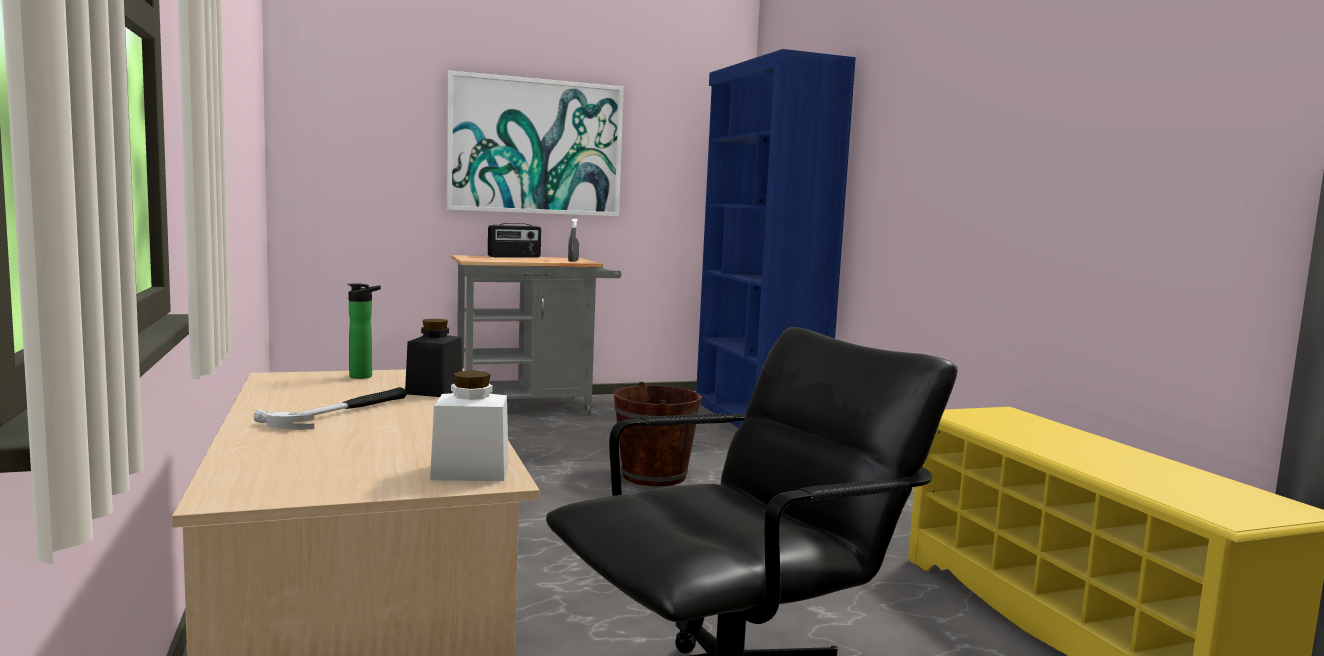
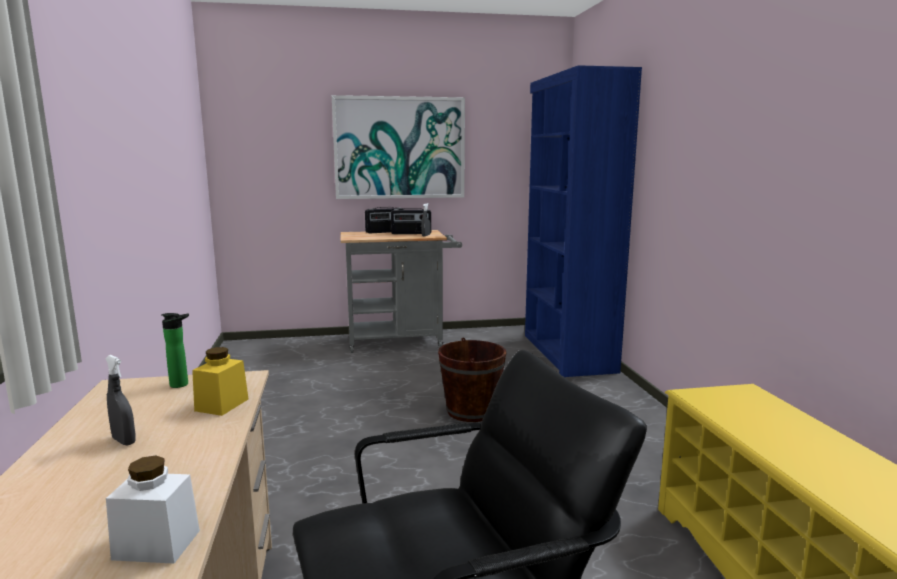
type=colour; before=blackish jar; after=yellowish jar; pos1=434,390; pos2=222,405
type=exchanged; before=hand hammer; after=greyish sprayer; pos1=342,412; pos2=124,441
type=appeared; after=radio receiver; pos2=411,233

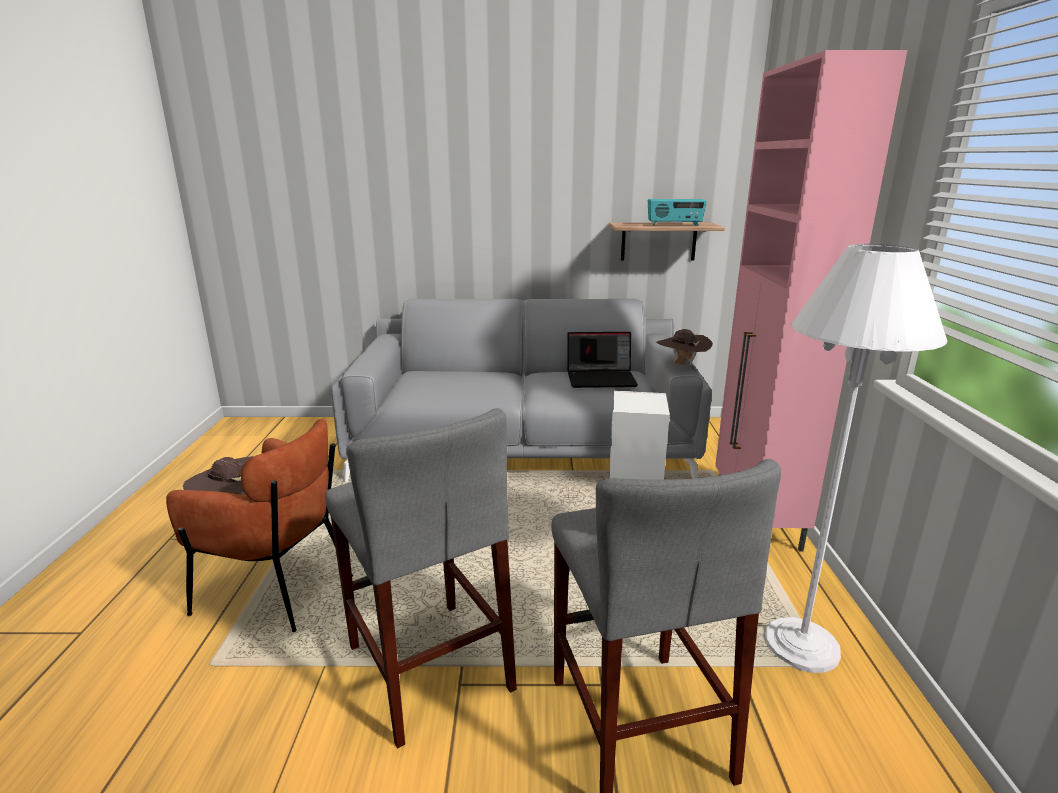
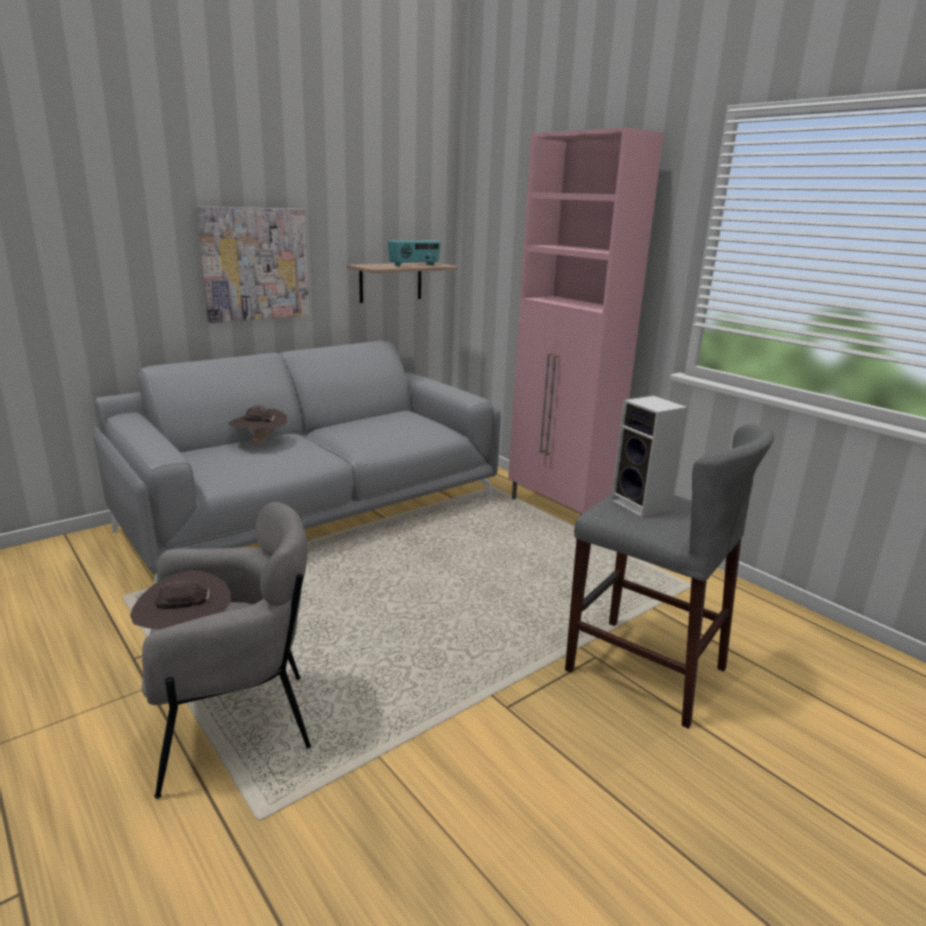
type=missing; before=white-coloured standing lamp; pos1=801,645
type=relocated; before=brown-coloured clothing hat; pos1=681,364; pos2=259,443
type=missing; before=portable computer; pos1=602,378
type=missing; before=greyish stool seat; pos1=429,666
type=colour; before=brown-coloured lounge chair; after=greyish lounge chair; pos1=280,590; pos2=235,724
type=appeared; after=wall art; pos2=255,264

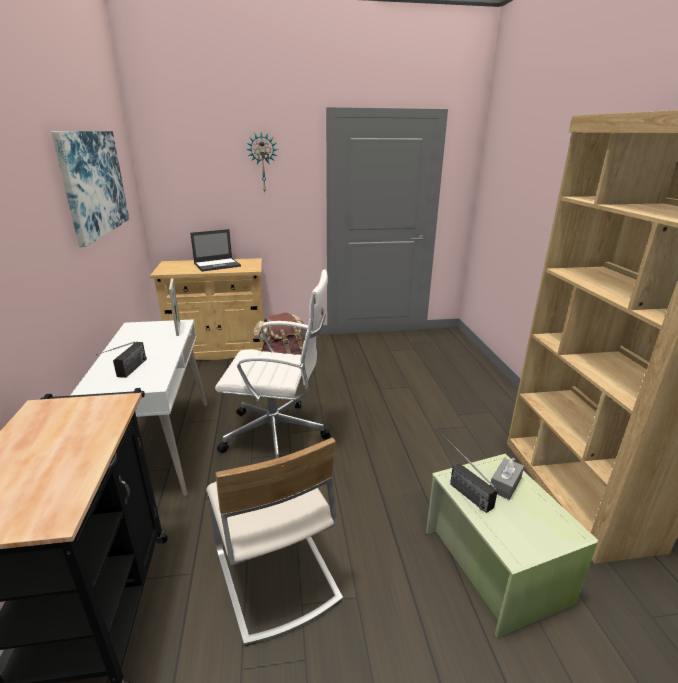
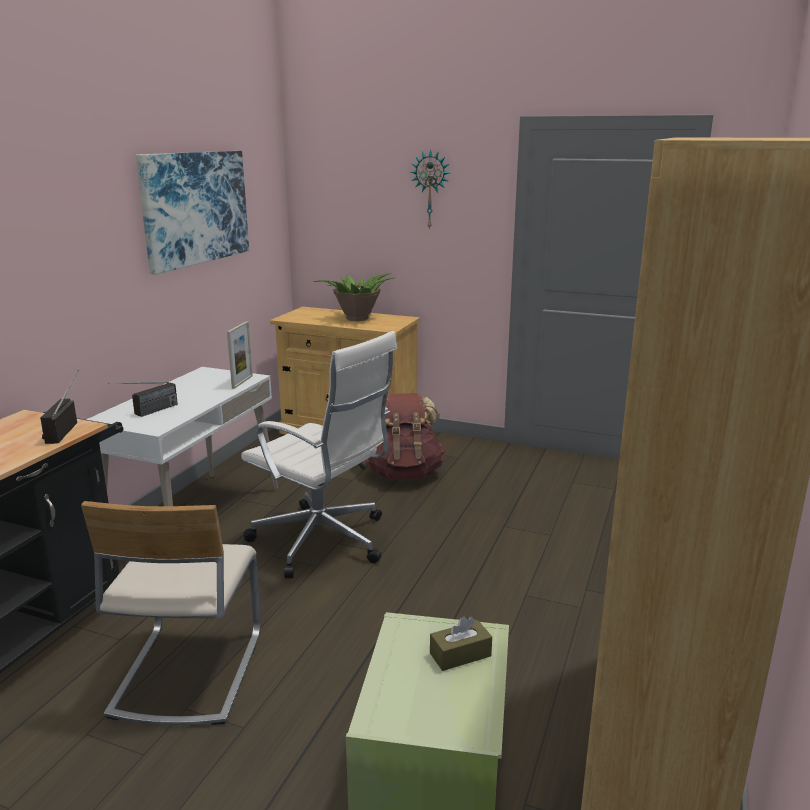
type=exchanged; before=portable computer; after=potted plant; pos1=218,265; pos2=356,318
type=relocated; before=radio receiver; pos1=460,488; pos2=65,427
type=colour; before=greyish tissue box; after=brown-coloured tissue box; pos1=505,484; pos2=460,655

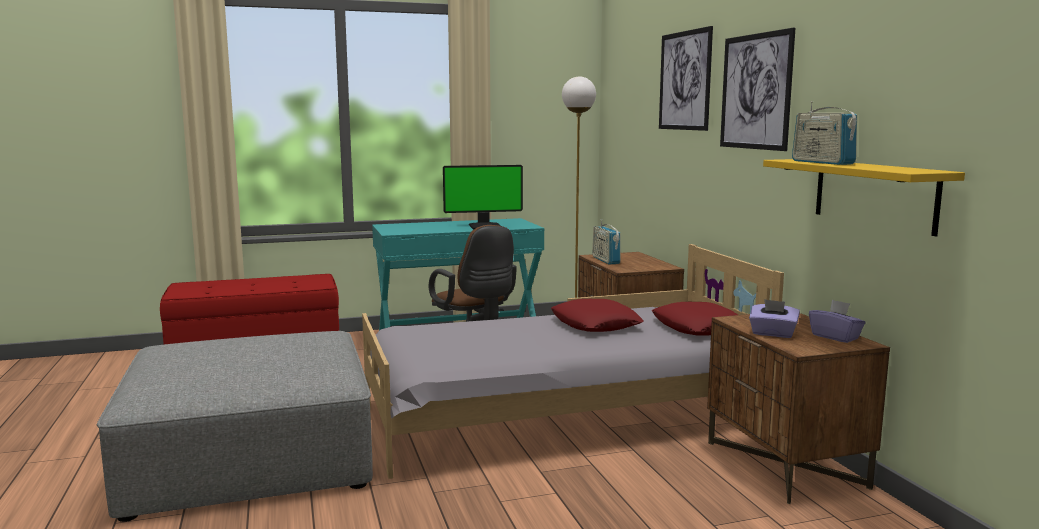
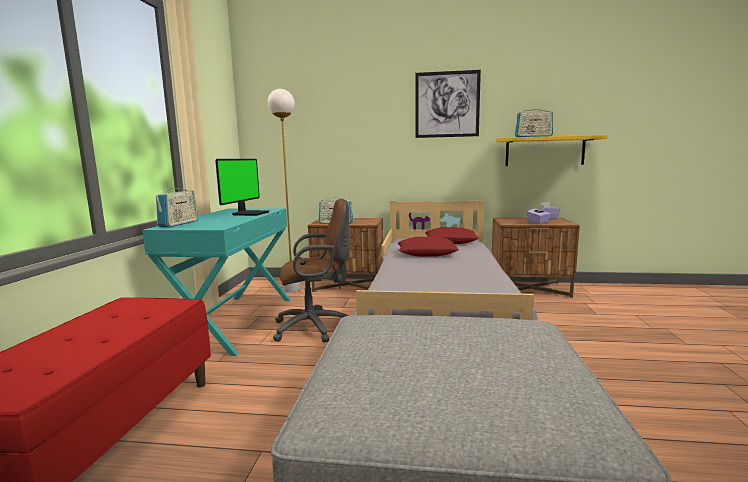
type=missing; before=wall art; pos1=684,81
type=appeared; after=radio receiver; pos2=179,224

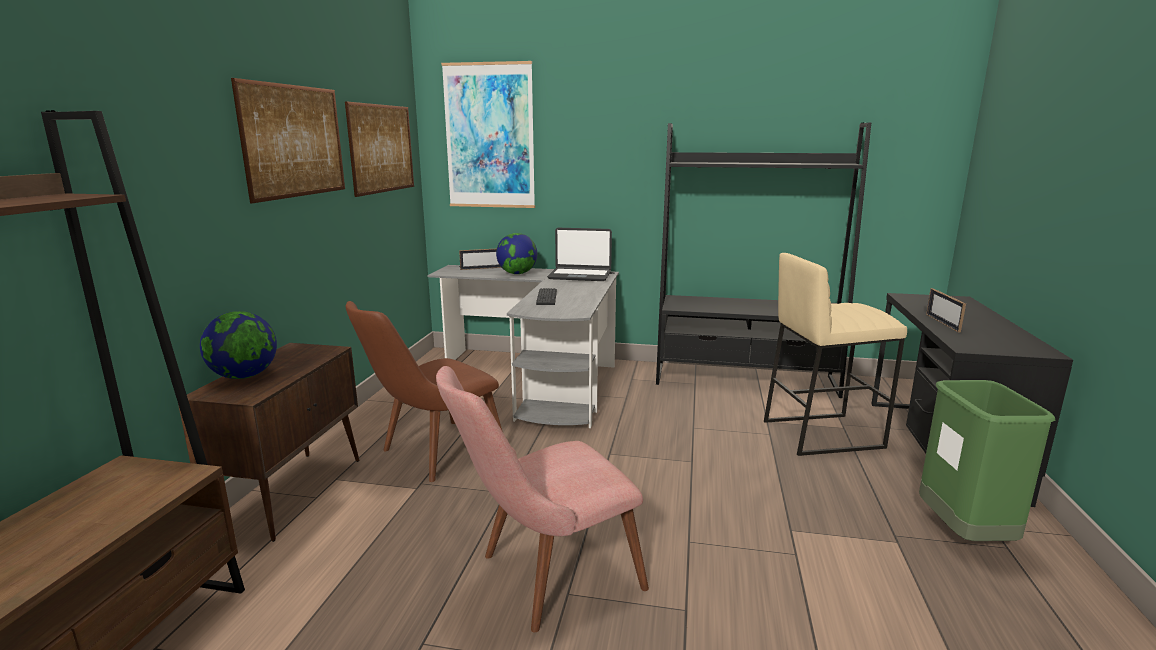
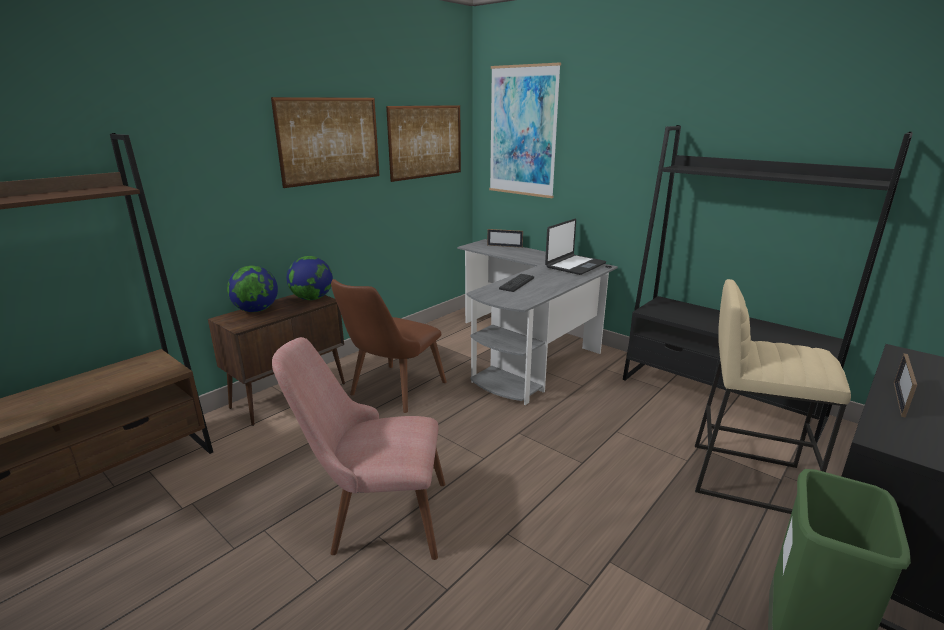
type=spun; before=portable computer; pos1=580,275; pos2=575,265; turn=-90
type=relocated; before=globe; pos1=517,273; pos2=312,298
type=spun; before=brown-coloured upright chair; pos1=431,455; pos2=391,393; turn=-45

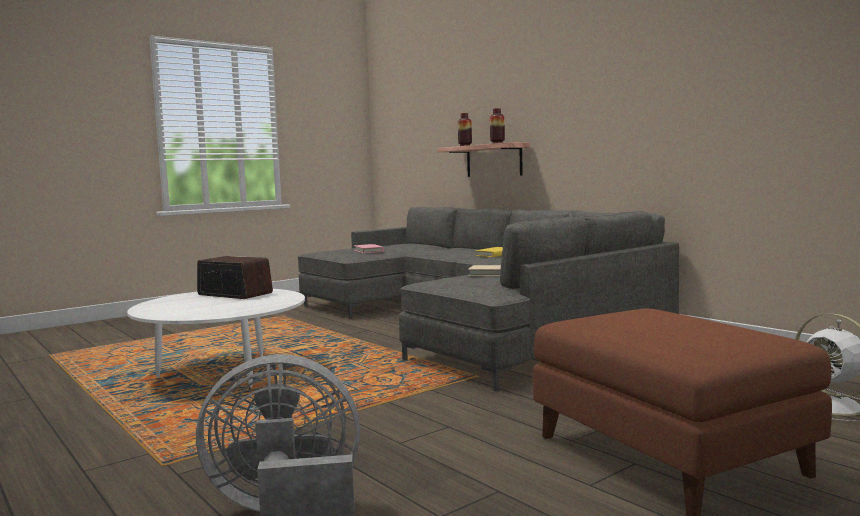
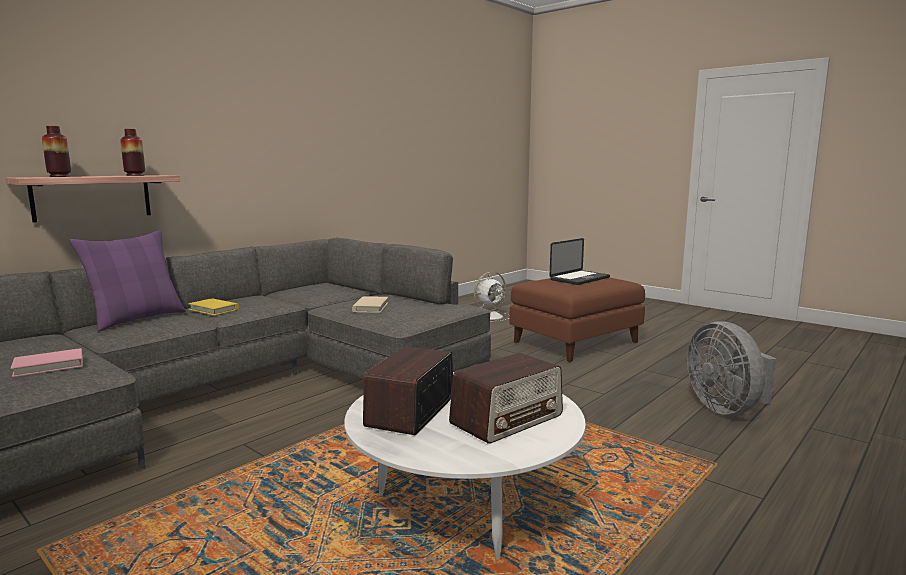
type=appeared; after=purple-coloured cushion; pos2=136,319
type=appeared; after=portable computer; pos2=580,279
type=appeared; after=radio receiver; pos2=507,419

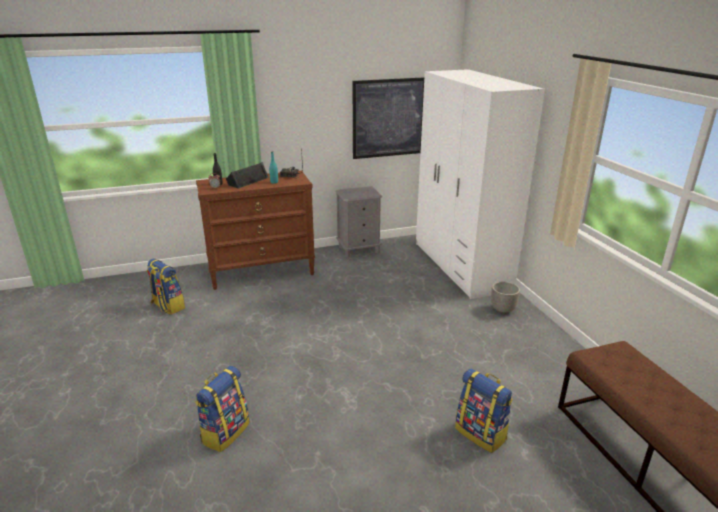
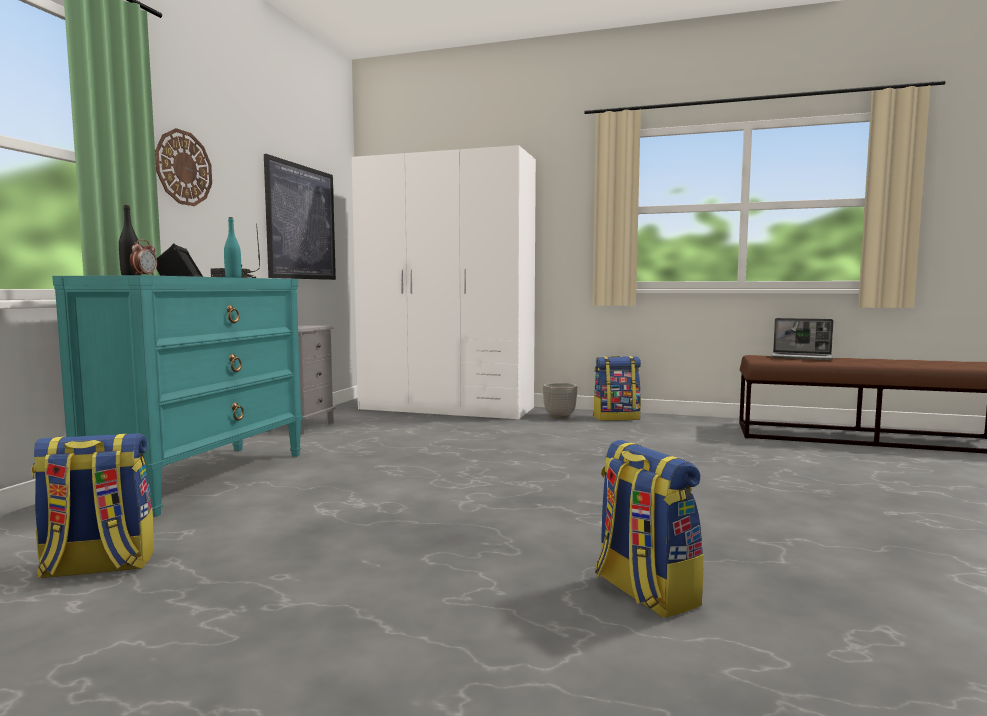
type=colour; before=brown-coloured chest of drawers; after=turquoise chest of drawers; pos1=262,272; pos2=203,477
type=relocated; before=knapsack; pos1=481,434; pos2=616,418
type=appeared; after=clock on the wall; pos2=183,168
type=appeared; after=portable computer; pos2=802,357

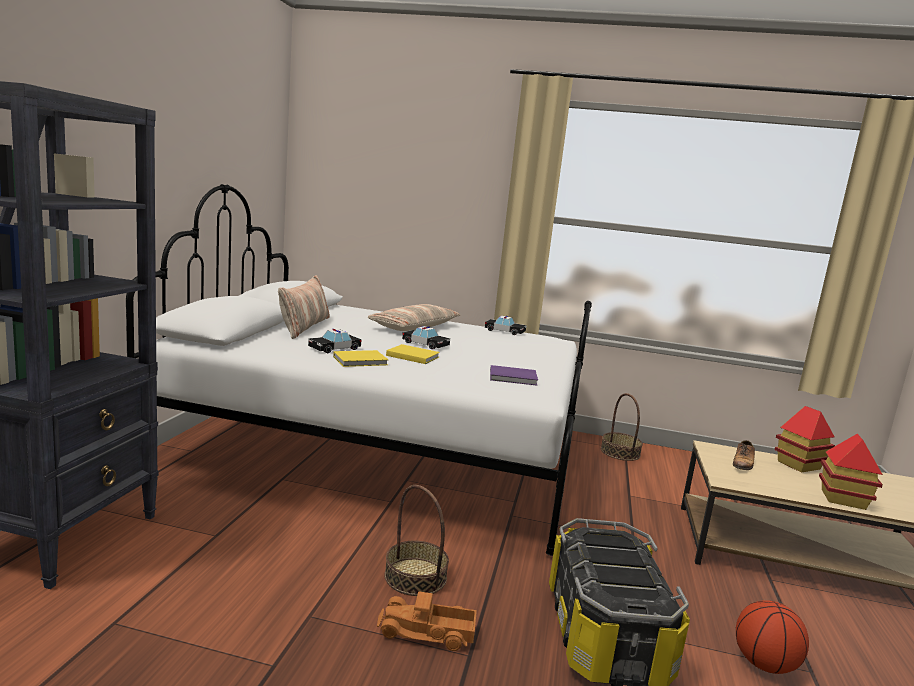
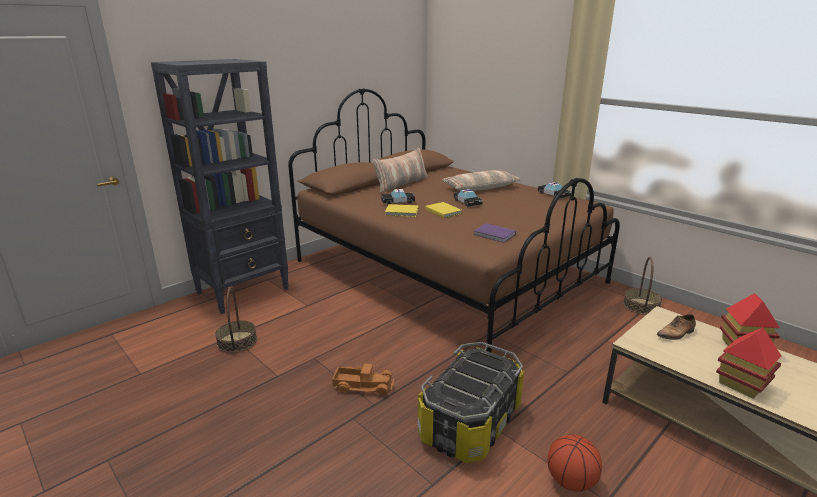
type=colour; before=white-coloured bed; after=brown-coloured bed; pos1=382,448; pos2=446,272
type=relocated; before=storage basket; pos1=416,576; pos2=237,341
type=spun; before=toy truck; pos1=426,633; pos2=363,385; turn=150

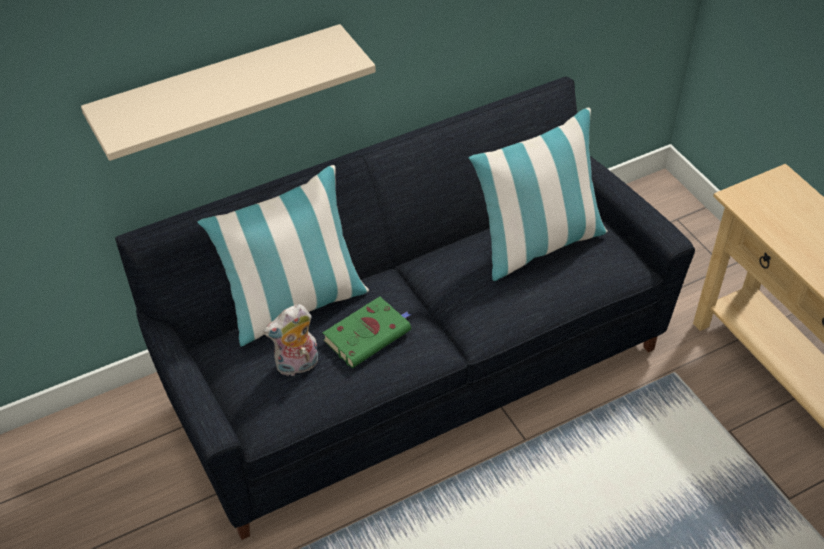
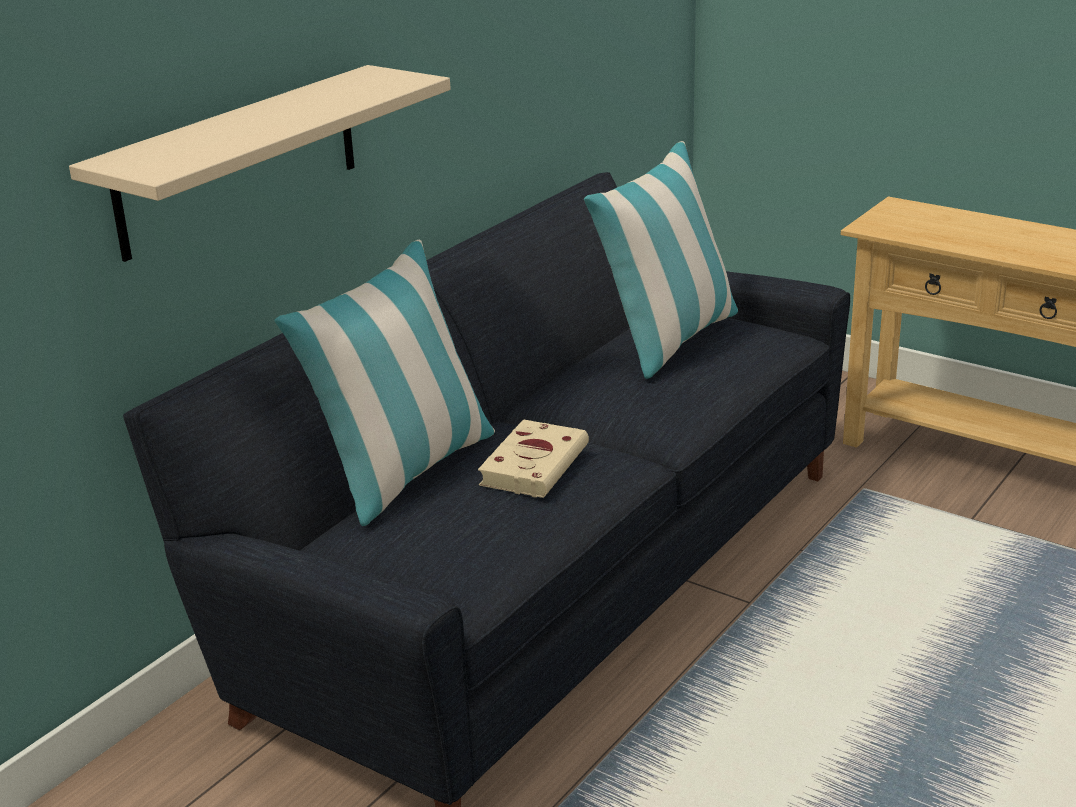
type=colour; before=green-coloured volume; after=beige volume; pos1=368,334; pos2=535,464
type=missing; before=plush toy; pos1=297,366

